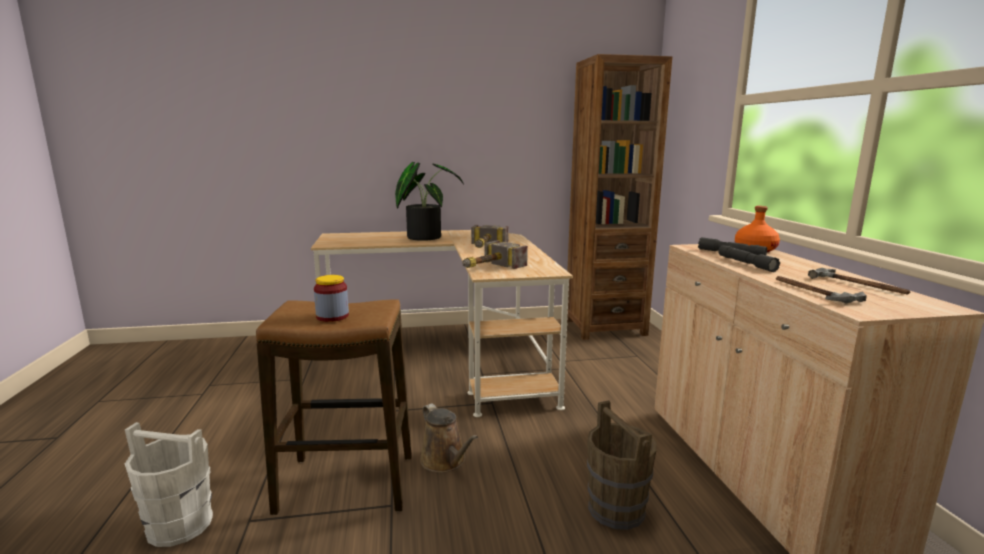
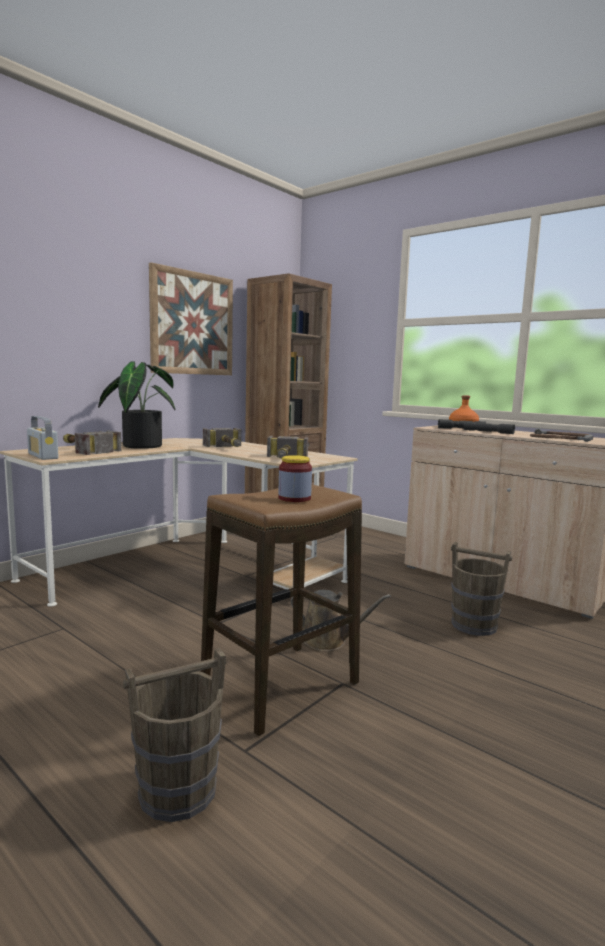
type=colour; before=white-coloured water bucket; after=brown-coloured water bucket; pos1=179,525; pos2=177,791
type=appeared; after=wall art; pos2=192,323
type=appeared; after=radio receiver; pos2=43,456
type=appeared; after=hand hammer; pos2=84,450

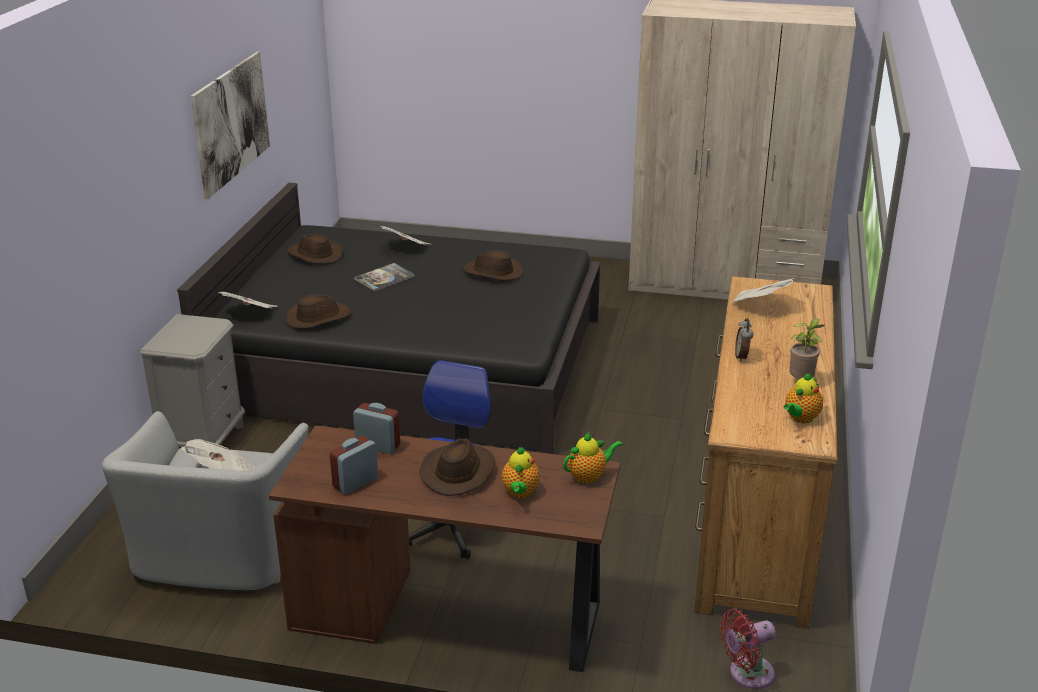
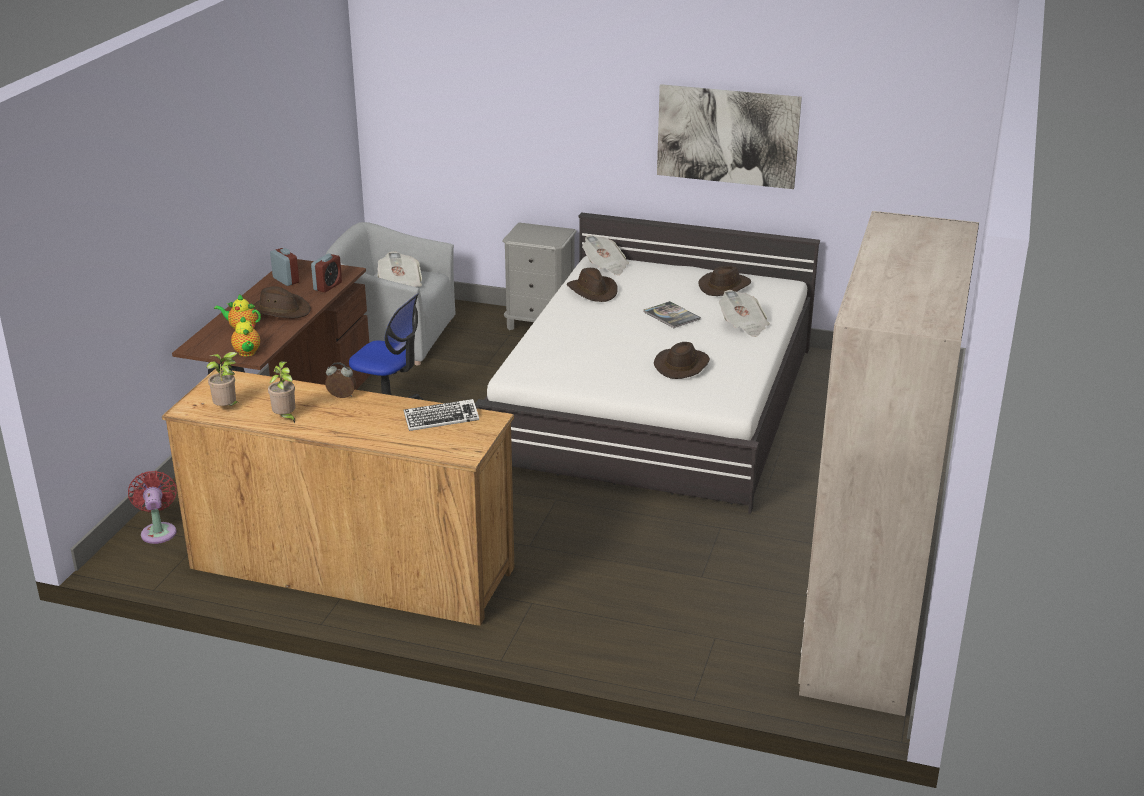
type=colour; before=blackish bed; after=white-coloured bed; pos1=409,364; pos2=656,404
type=exchanged; before=printed paper; after=PC keyboard; pos1=760,305; pos2=441,419
type=exchanged; before=pot for tea; after=potted plant; pos1=800,418; pos2=227,408

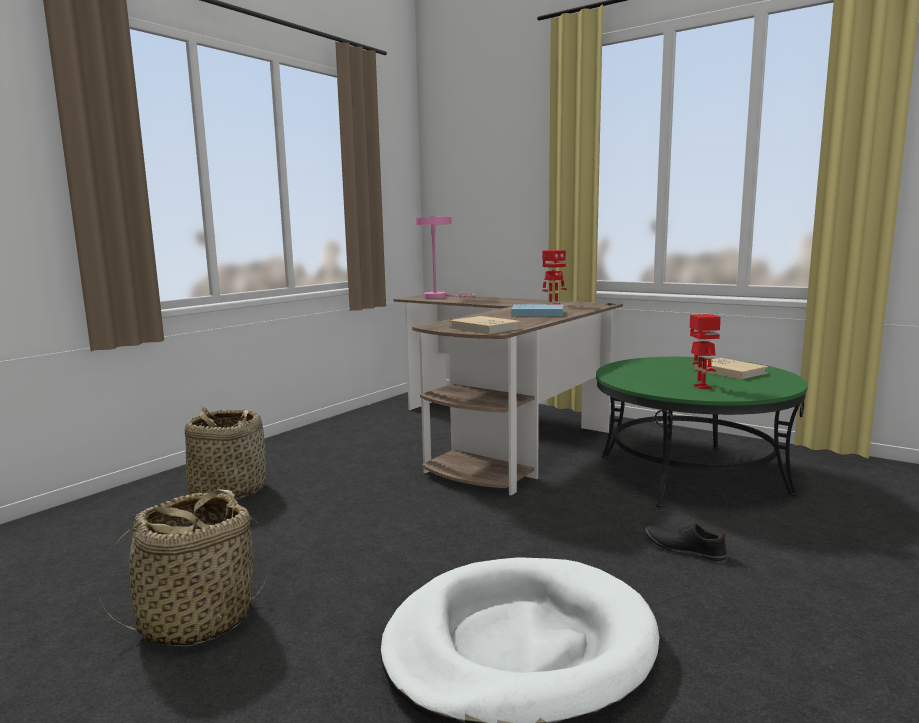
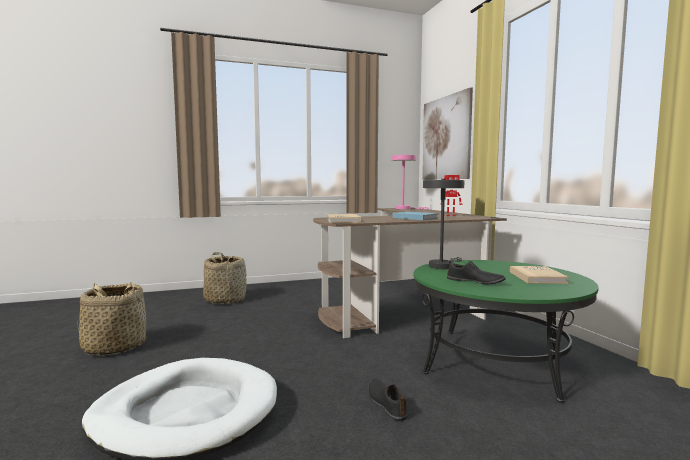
type=exchanged; before=toy robot; after=blackish low shoe; pos1=701,387; pos2=475,282
type=appeared; after=wall art; pos2=446,138
type=appeared; after=greyish lamp for a table; pos2=442,265

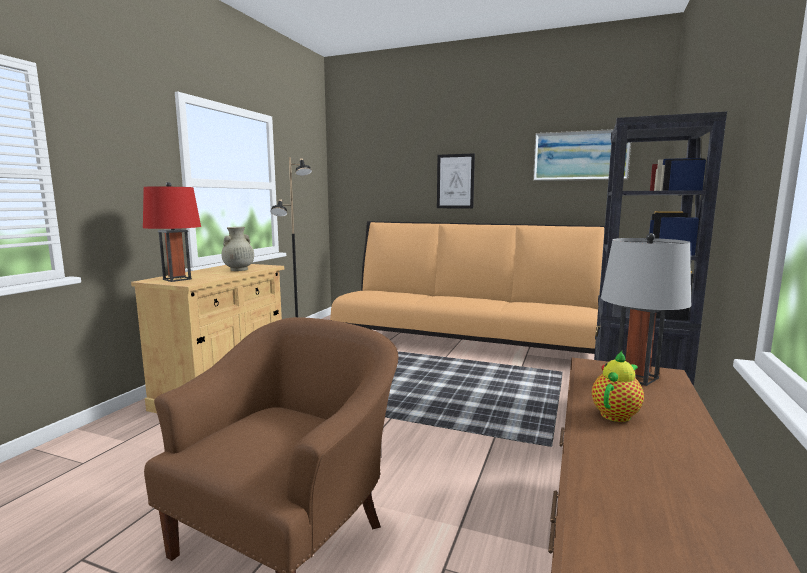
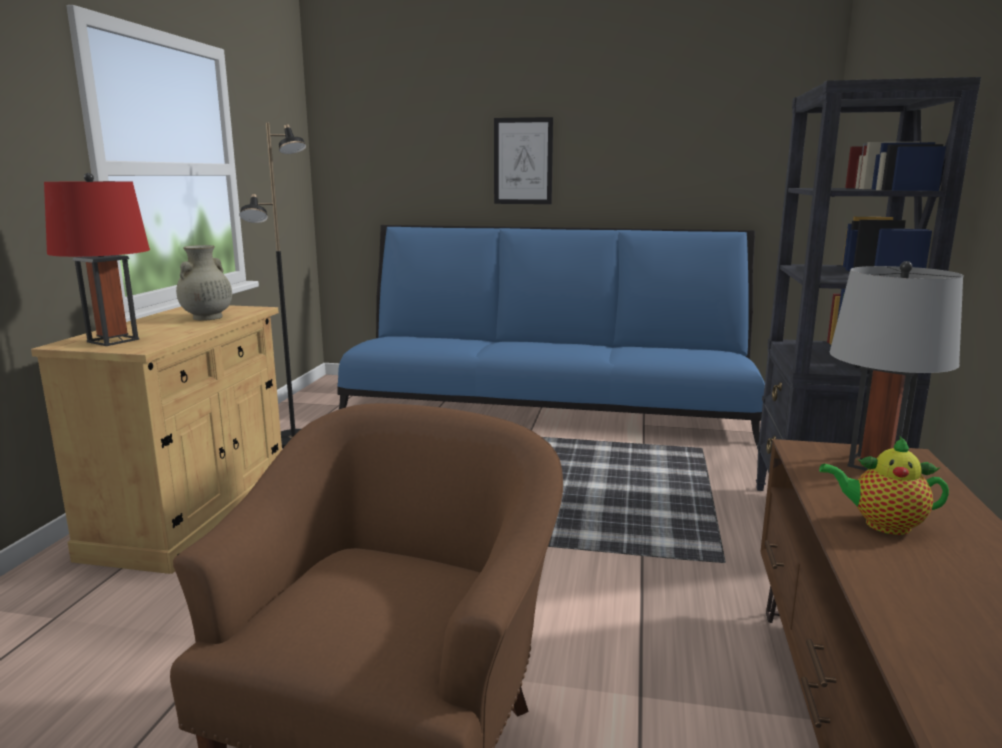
type=missing; before=wall art; pos1=580,156
type=colour; before=orange-coloured couch; after=bluish couch; pos1=464,340; pos2=547,407
type=spun; before=pot for tea; pos1=616,414; pos2=881,524; turn=-105

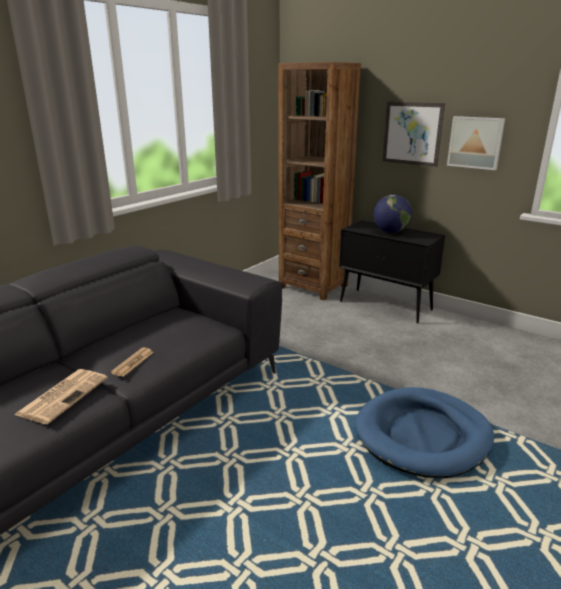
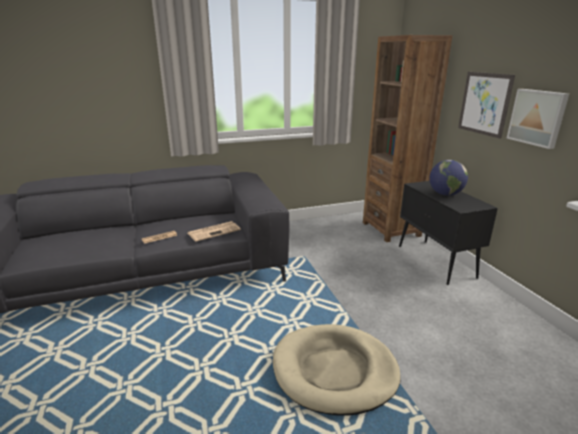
type=relocated; before=printed paper; pos1=64,395; pos2=214,231
type=colour; before=bluish dog bed; after=beige dog bed; pos1=422,435; pos2=334,371

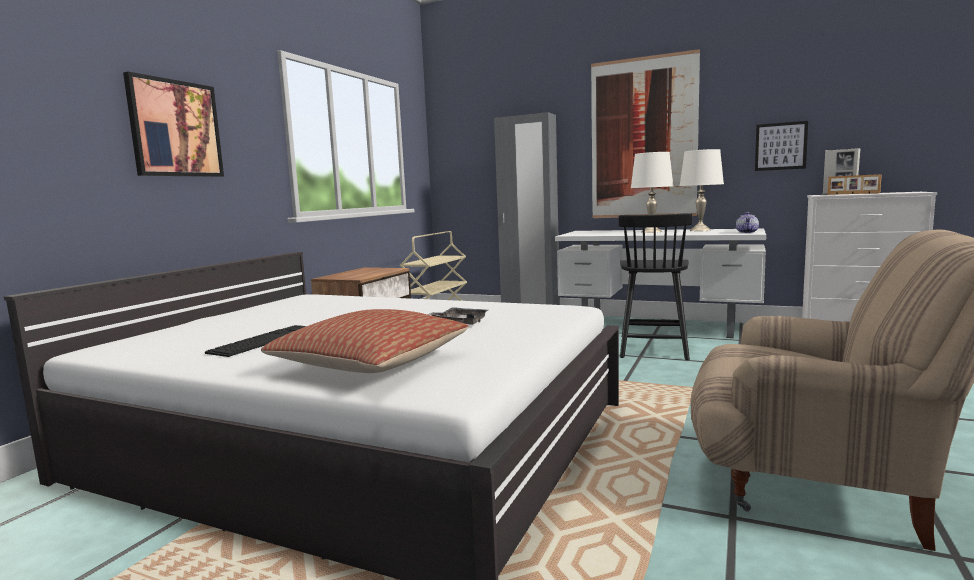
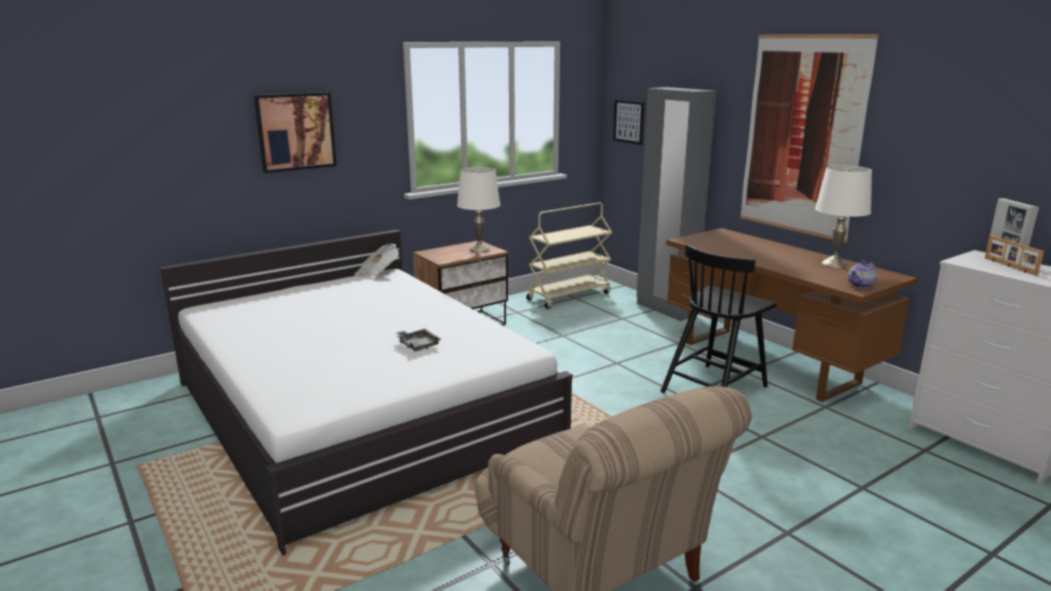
type=relocated; before=wall art; pos1=780,146; pos2=628,121
type=relocated; before=white-coloured lamp for a table; pos1=651,231; pos2=479,250
type=colour; before=white-coloured desk table; after=brown-coloured desk table; pos1=658,327; pos2=769,362
type=missing; before=cushion; pos1=371,363
type=missing; before=PC keyboard; pos1=264,340
type=appeared; after=printed paper; pos2=377,272

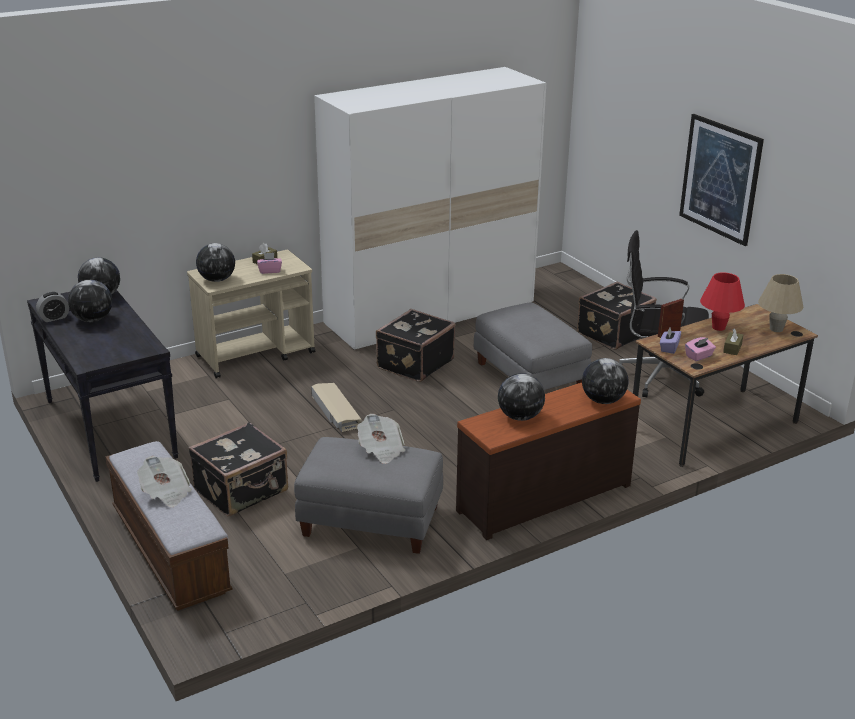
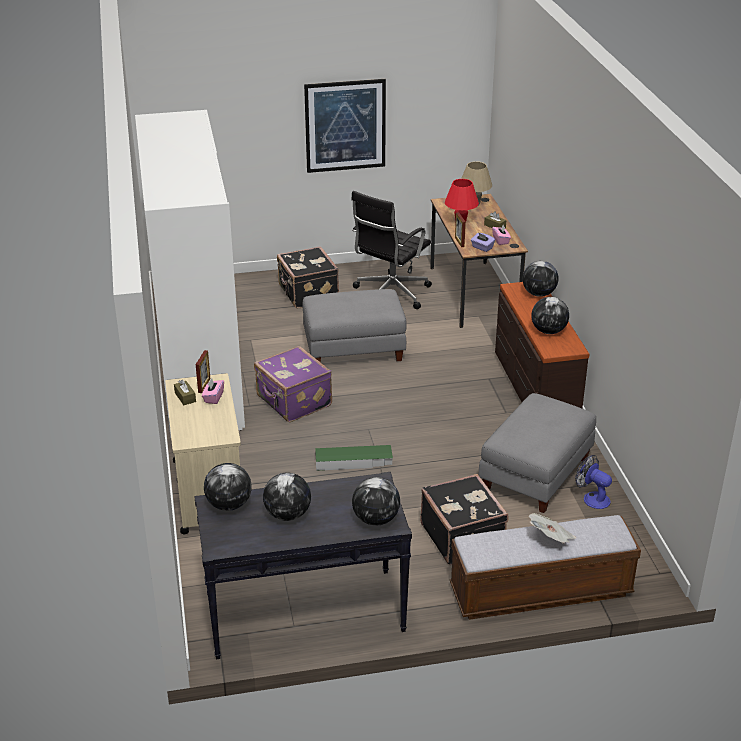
type=relocated; before=globe; pos1=217,279; pos2=375,519
type=missing; before=bedside clock; pos1=54,318
type=colour; before=blackish travel case; after=purple-coloured travel case; pos1=414,364; pos2=293,402
type=colour; before=beige storage bin; after=green-coloured storage bin; pos1=336,411; pos2=354,461
type=missing; before=printed paper; pos1=381,450
type=appeared; after=picture frame; pos2=204,385
type=appeared; after=fan; pos2=592,498

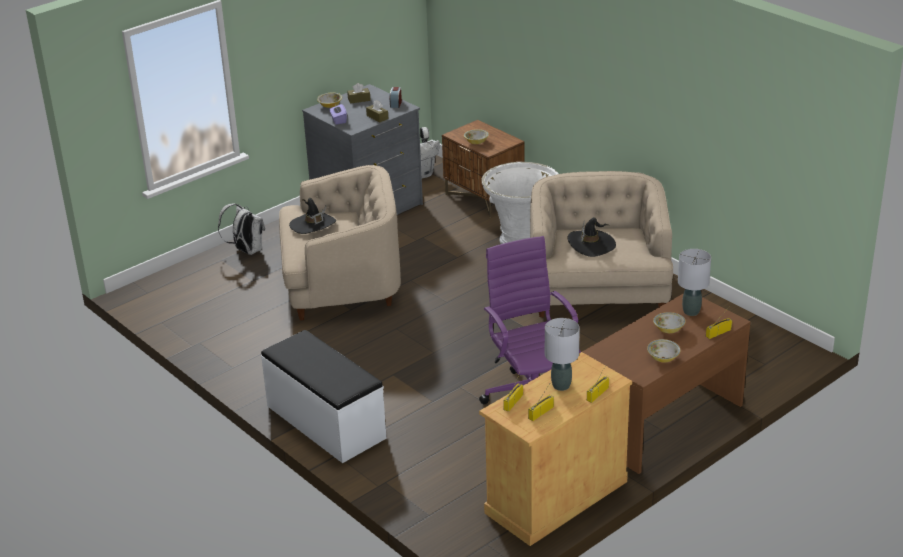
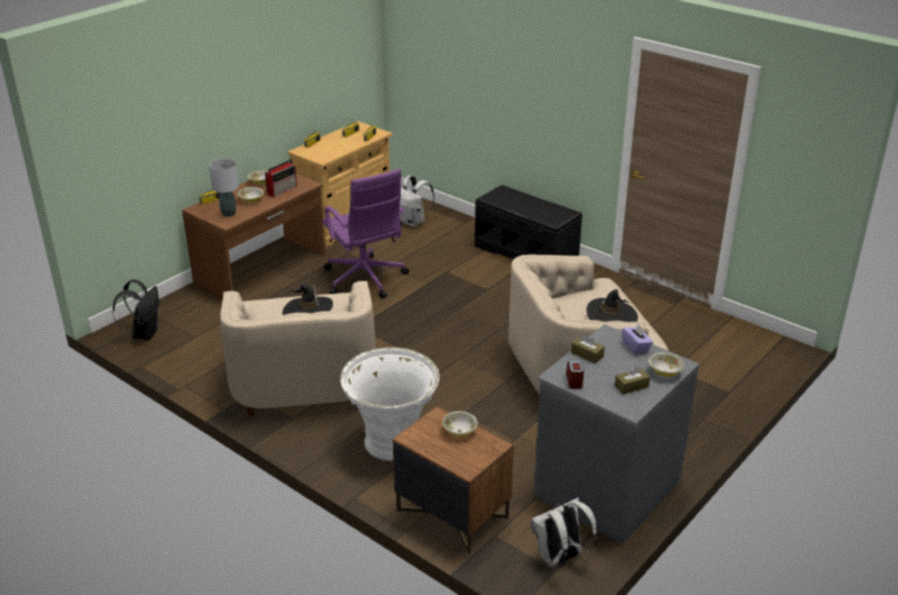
type=relocated; before=white-coloured knapsack; pos1=246,251; pos2=413,222
type=missing; before=greyish lamp for a table; pos1=561,385
type=colour; before=white-coloured bench; after=blackish bench; pos1=325,422; pos2=526,253
type=appeared; after=radio receiver; pos2=282,190
type=appeared; after=blackish knapsack; pos2=144,333

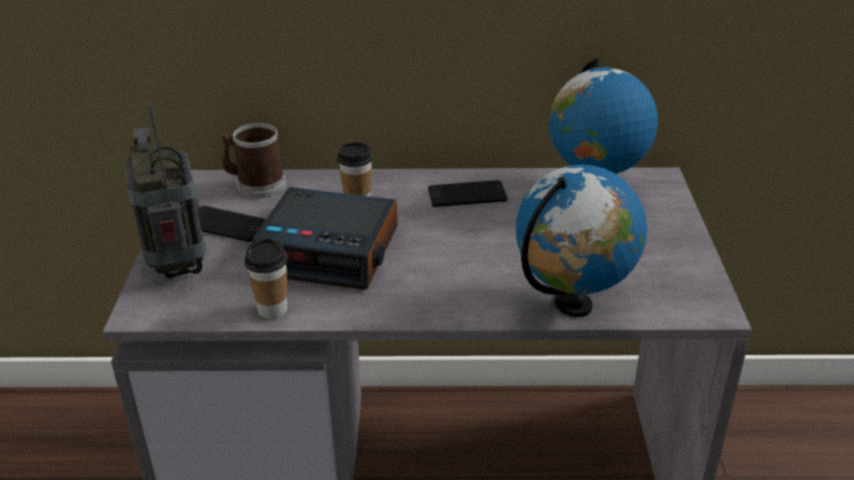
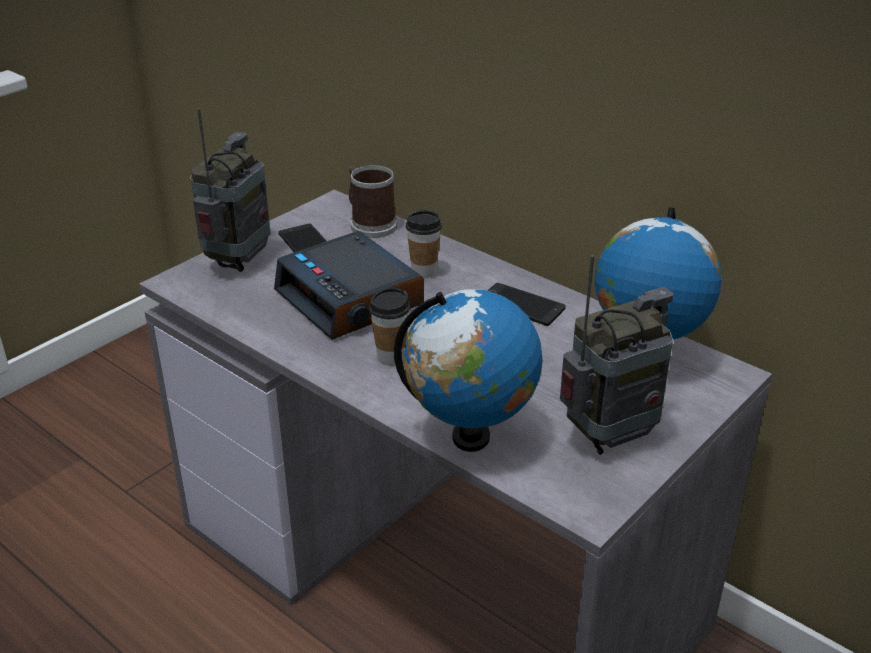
type=relocated; before=cup; pos1=272,309; pos2=391,357
type=appeared; after=radio receiver; pos2=610,437

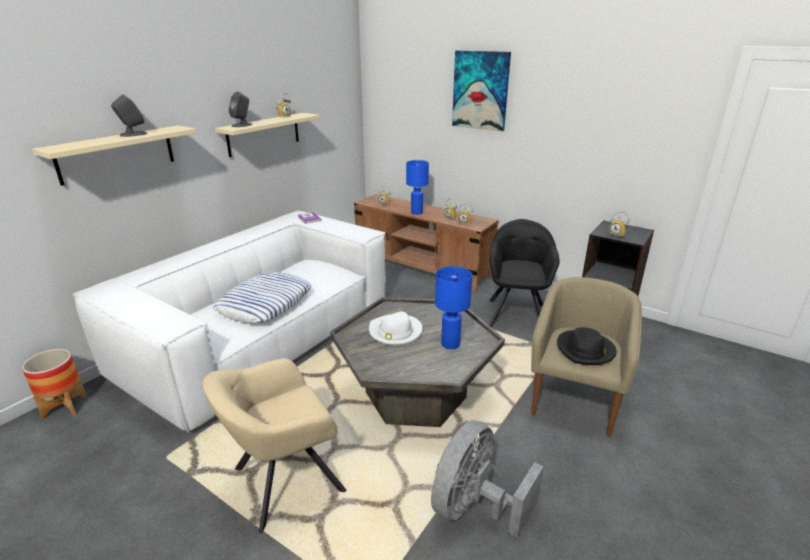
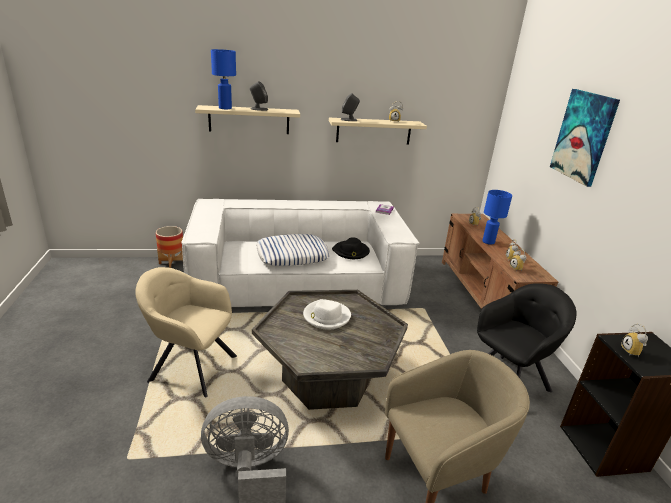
type=relocated; before=bluish lamp for a table; pos1=450,344; pos2=225,108
type=relocated; before=blackish clothing hat; pos1=585,350; pos2=351,252

